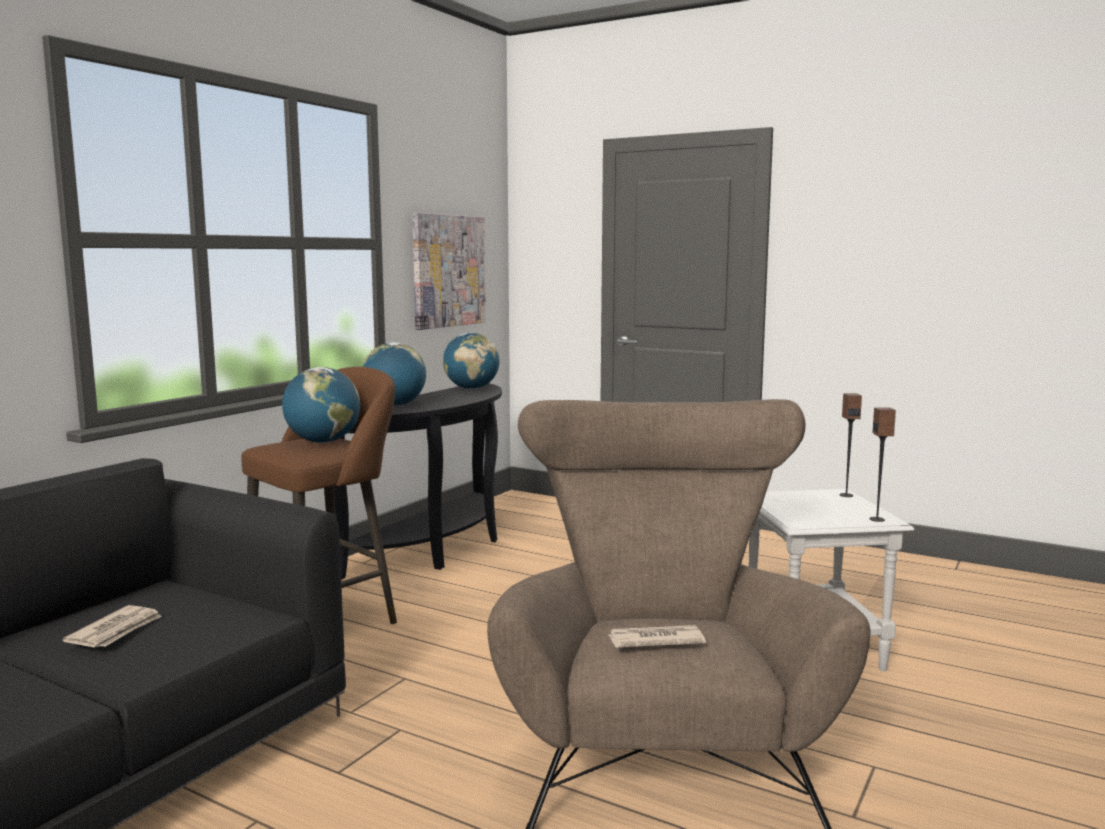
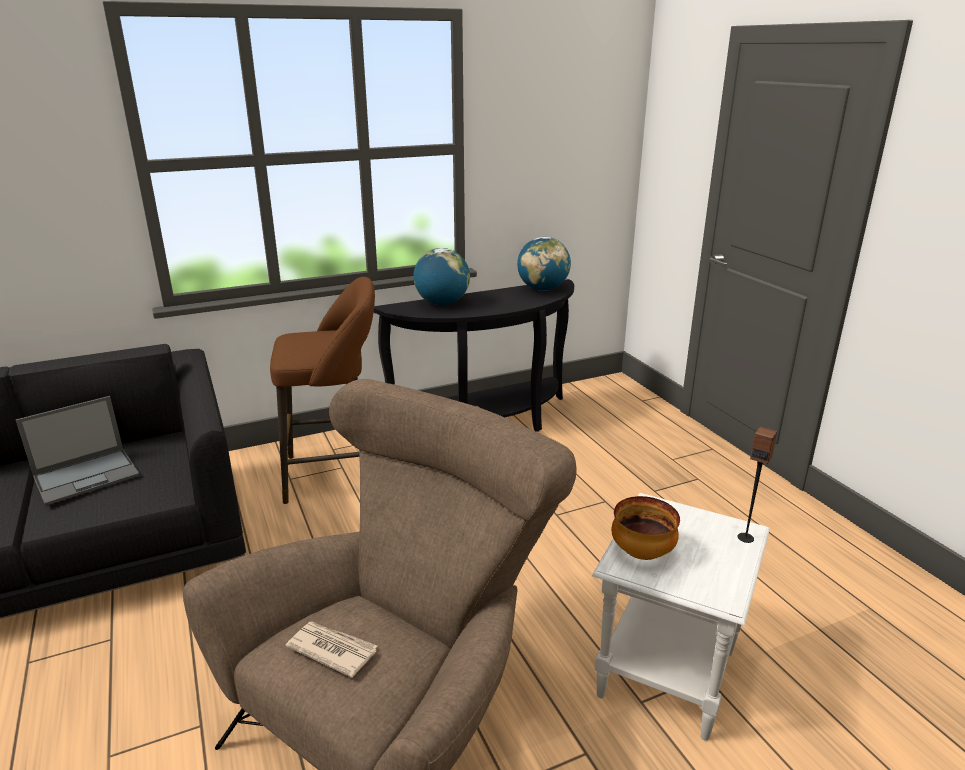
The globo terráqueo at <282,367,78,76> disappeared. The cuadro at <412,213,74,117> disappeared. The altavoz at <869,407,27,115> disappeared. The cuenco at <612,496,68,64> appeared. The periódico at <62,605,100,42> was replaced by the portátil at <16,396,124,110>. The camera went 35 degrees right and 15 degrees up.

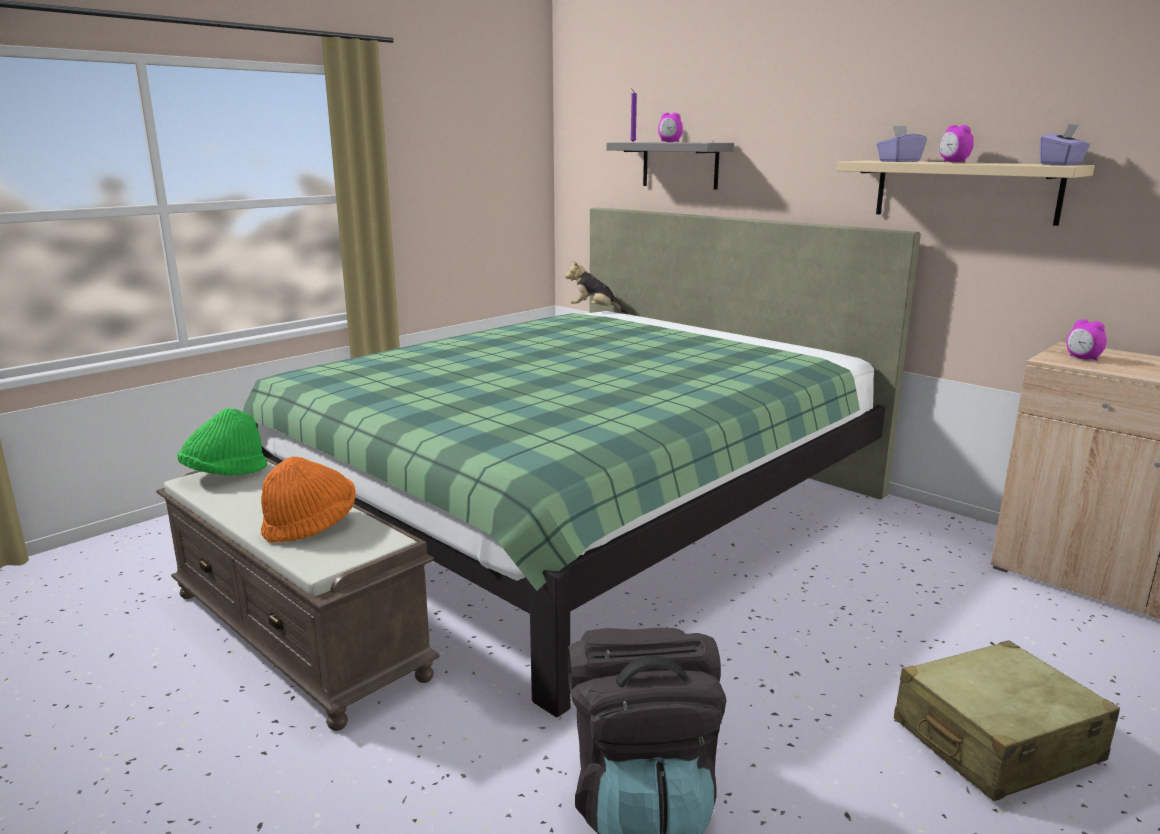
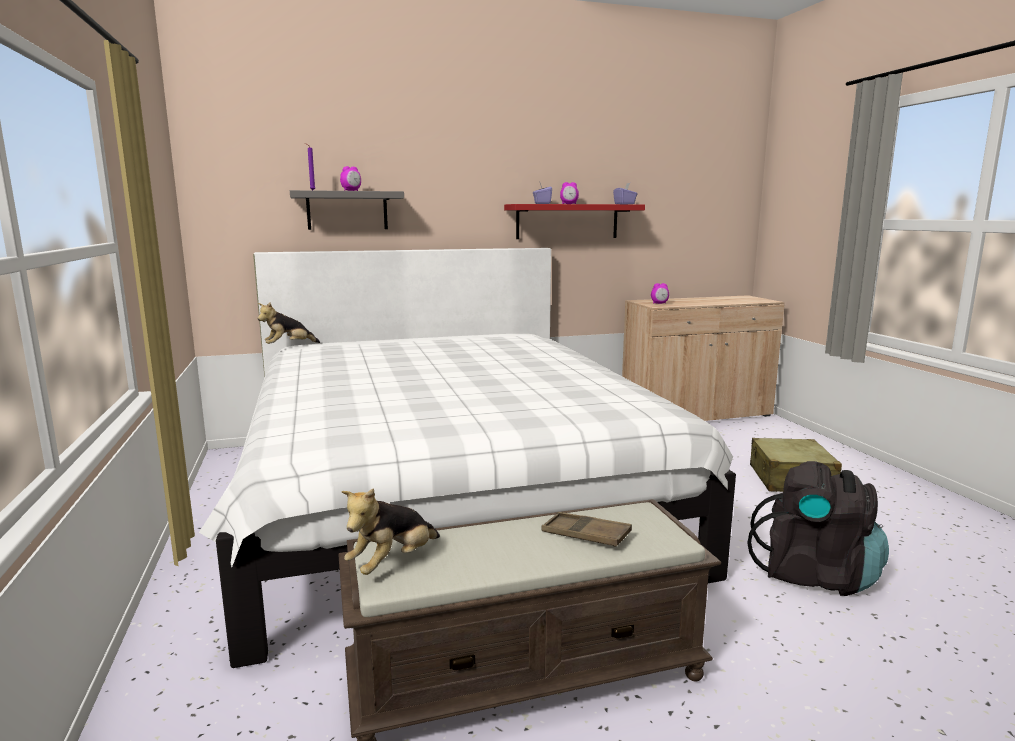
The sombrero (verde) at <177,408,91,67> was replaced by the peluche at <341,488,99,87>. The sombrero (naranja) at <261,456,95,87> was replaced by the bandeja (marrón) at <541,512,91,35>. The cama (verde) at <243,207,678,511> became the cama (blanco) at <199,248,537,420>. The estante (beis) at <837,160,258,66> became the estante (rojo) at <504,204,141,35>. The camera went 60 degrees left and 5 degrees down.

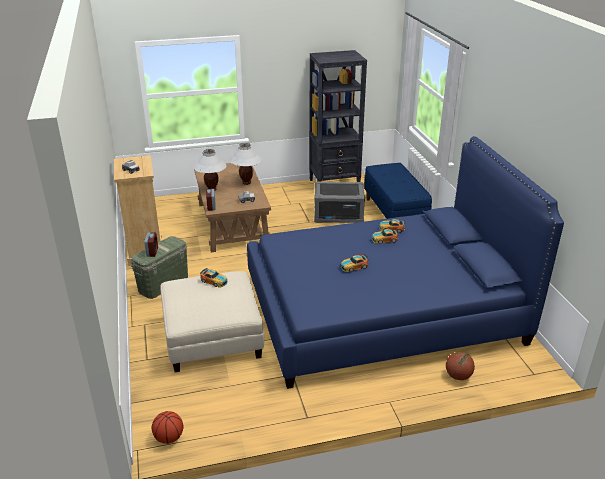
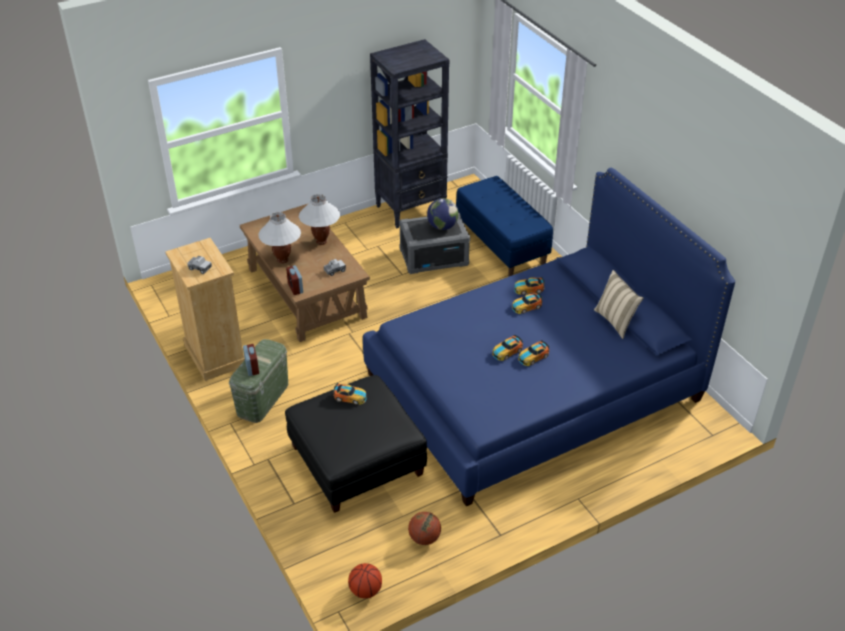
The globo terráqueo at <427,198,32,32> appeared. The coche de juguete at <518,340,31,26> appeared. The cojín (beis) at <594,270,49,69> appeared. The balón de baloncesto moved from <446,352,29,28> to <408,512,33,33>. The puf (beis) at <160,271,104,101> became the puf (negro) at <285,375,142,138>. The camera went 15 degrees left and 10 degrees up.

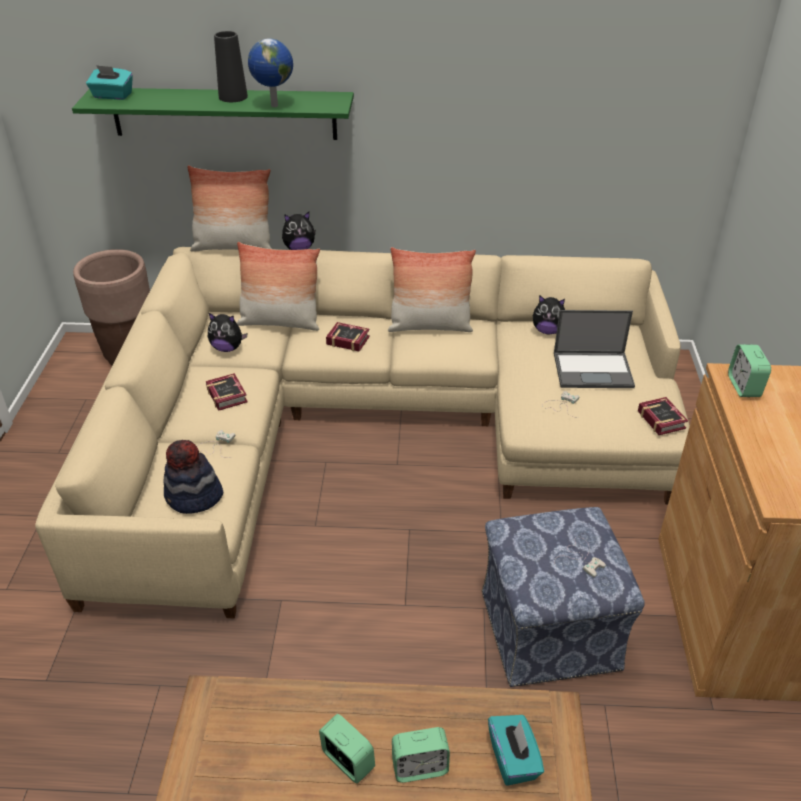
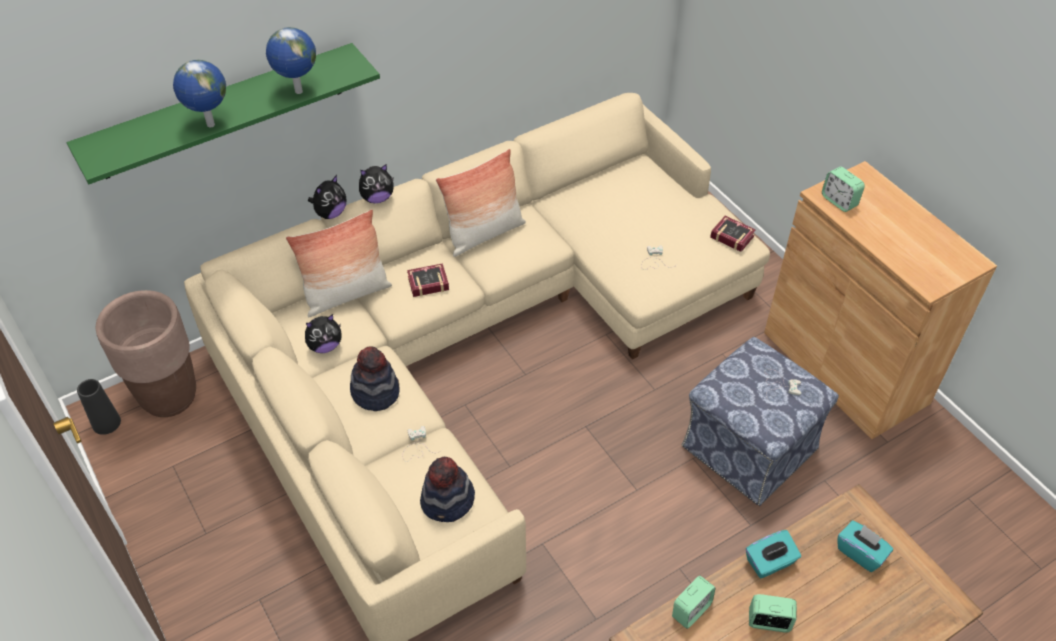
The cojín at <187,165,85,87> disappeared. The portátil at <554,310,81,78> disappeared. The globo terráqueo at <173,60,53,67> appeared. The caja de pañuelos (turquesa) moved from <86,65,47,35> to <746,530,55,48>. The florero (negro) moved from <214,31,34,71> to <77,379,44,56>. The despertador moved from <392,727,58,56> to <672,576,44,53>. The peluche moved from <533,295,32,39> to <359,164,35,39>. The libro at <206,373,42,38> was replaced by the sombrero at <350,346,50,65>. The camera went 35 degrees left and 10 degrees up.

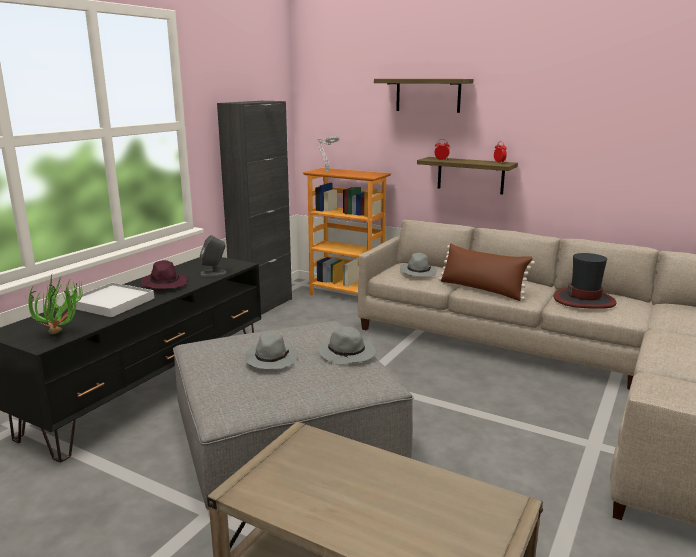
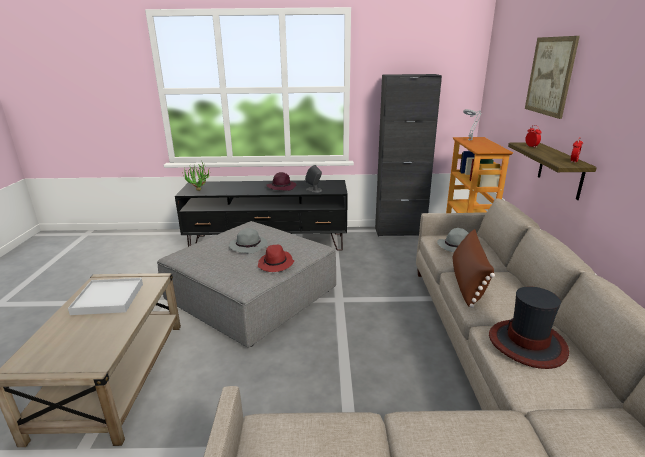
The bandeja (blanco) moved from <76,282,78,35> to <68,278,75,37>. The estante at <374,79,99,34> was replaced by the cuadro at <525,36,55,83>. The sombrero (gris) at <318,327,58,38> became the sombrero (rojo) at <258,245,36,27>. The camera went 60 degrees right and 5 degrees up.

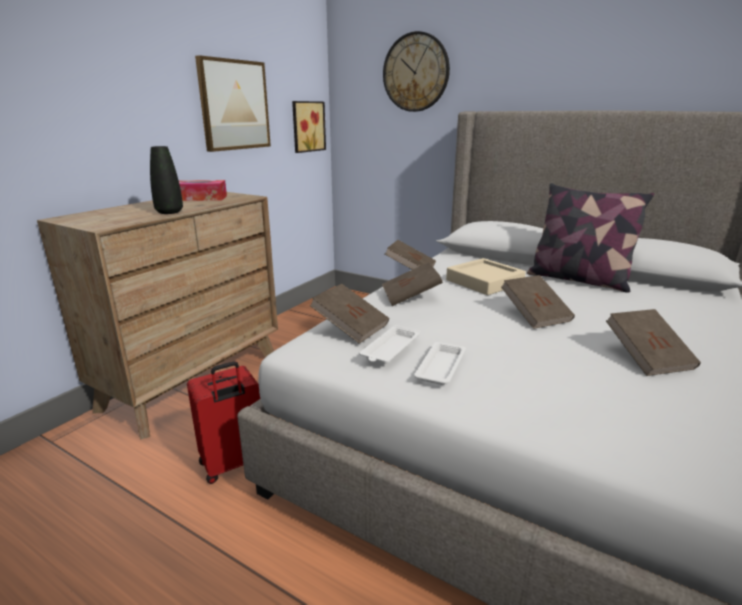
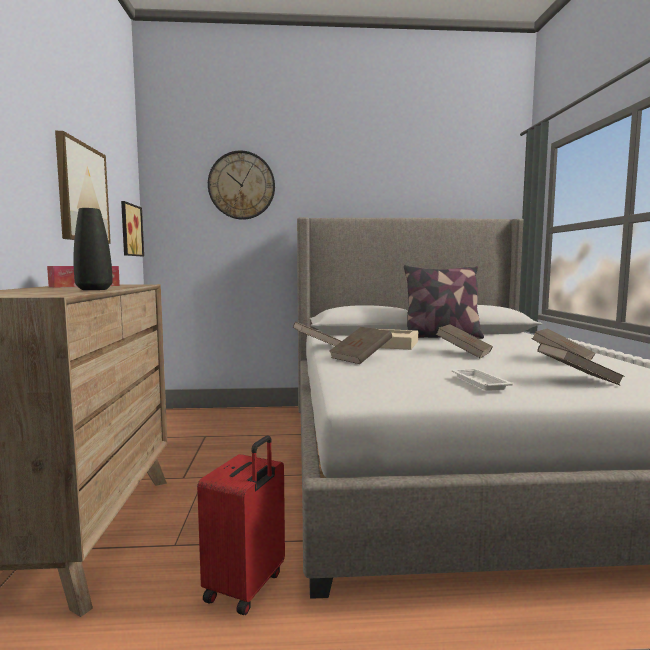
The bandeja (blanco) at <359,325,62,39> disappeared. The libro (marrón) moved from <310,284,79,60> to <537,343,88,42>. The camera went 35 degrees left and 15 degrees down.

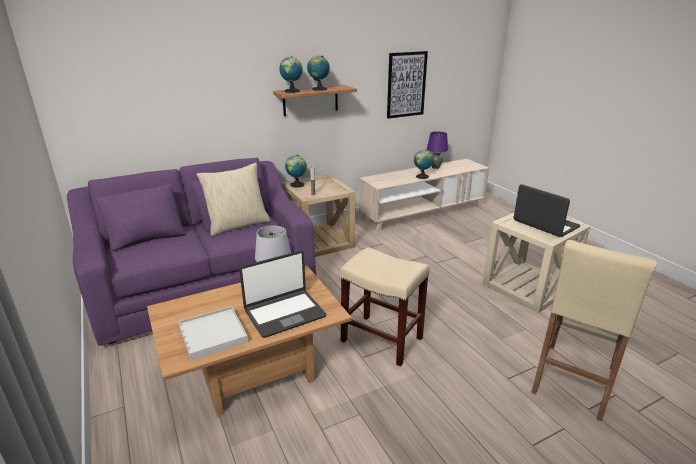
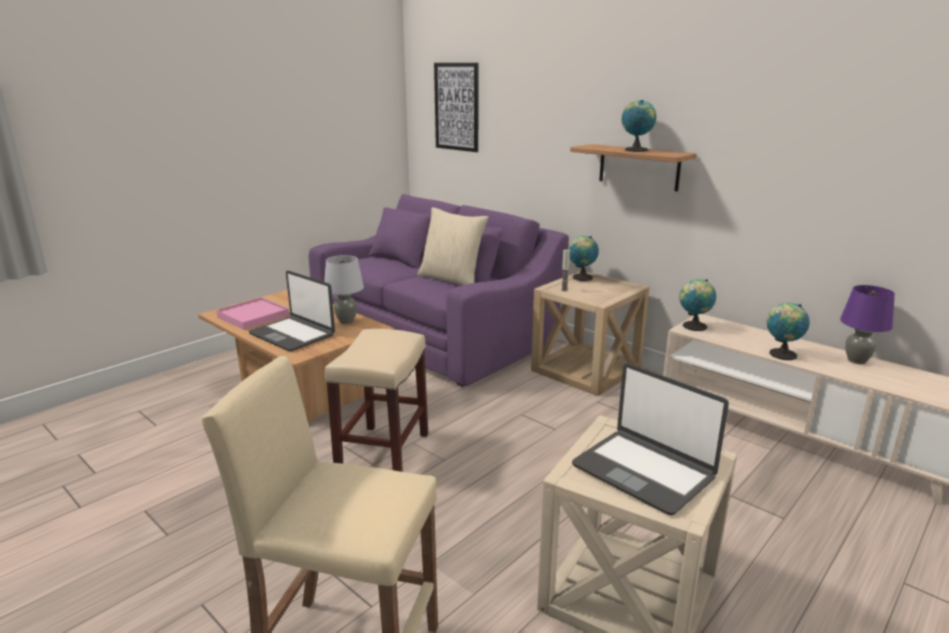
The globo terráqueo moved from <279,56,24,37> to <679,279,37,52>. The cuadro moved from <387,51,41,68> to <434,63,45,89>. The bandeja (blanco) at <178,306,70,55> became the bandeja (rosa) at <216,297,74,33>. The portátil at <514,184,66,53> turned 105 degrees clockwise. The camera went 70 degrees right and 5 degrees down.

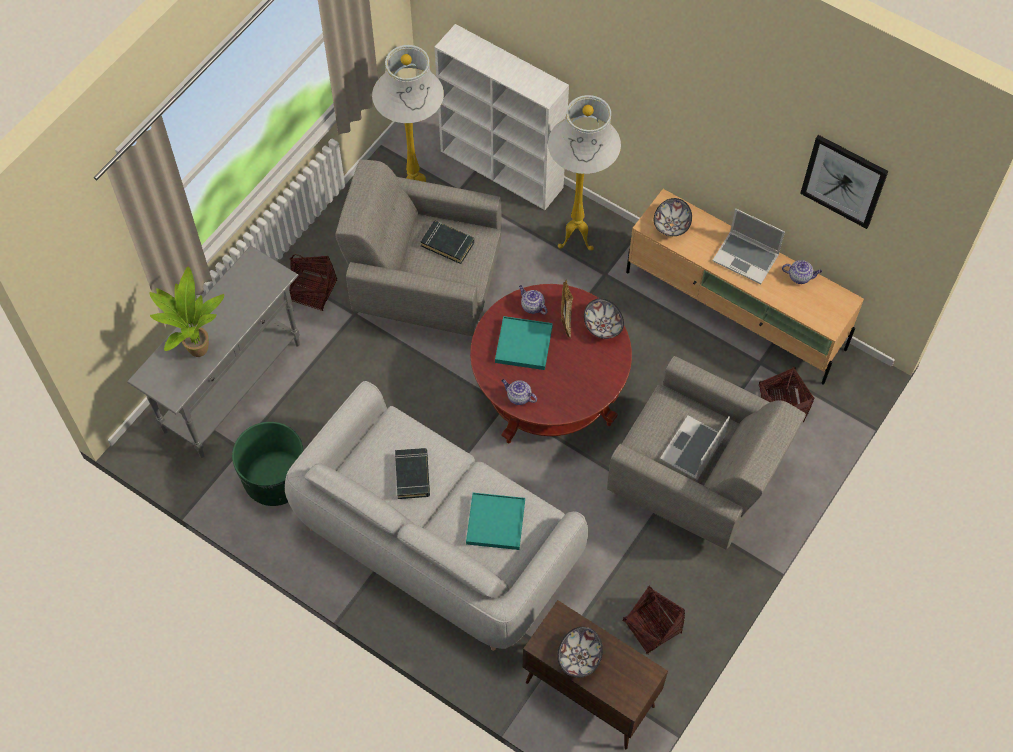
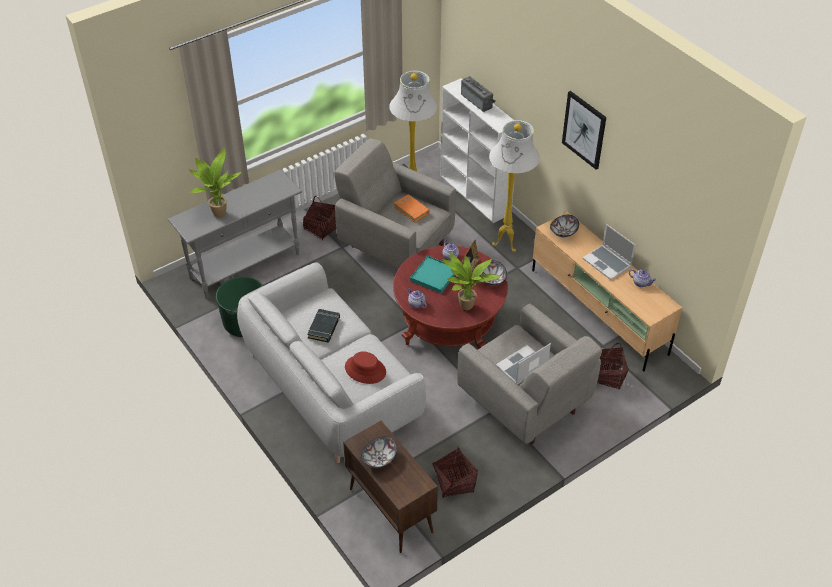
The planta en maceta at <442,253,58,57> appeared. The radio at <461,76,34,36> appeared. The cuadro moved from <800,135,88,94> to <562,91,44,78>. The bandeja (turquesa) at <466,493,59,57> was replaced by the sombrero (rojo) at <345,351,41,33>. The libro (negro) at <421,221,53,43> became the libro (naranja) at <394,194,36,29>. The camera went 20 degrees right and 15 degrees down.

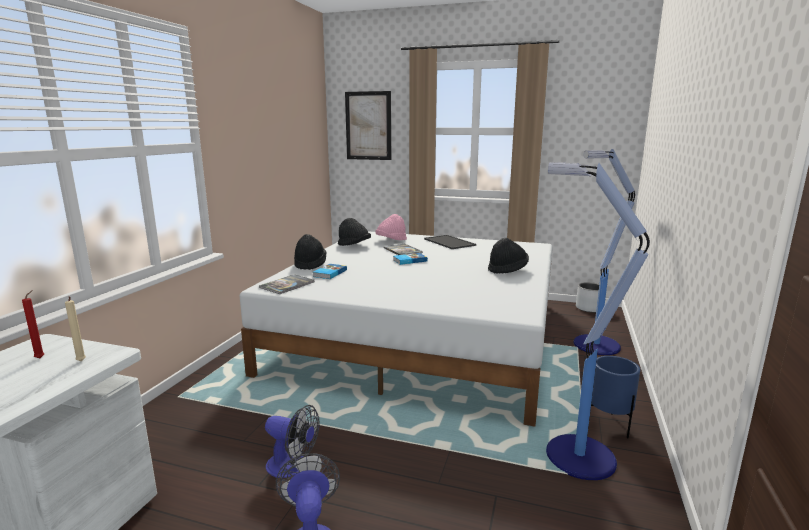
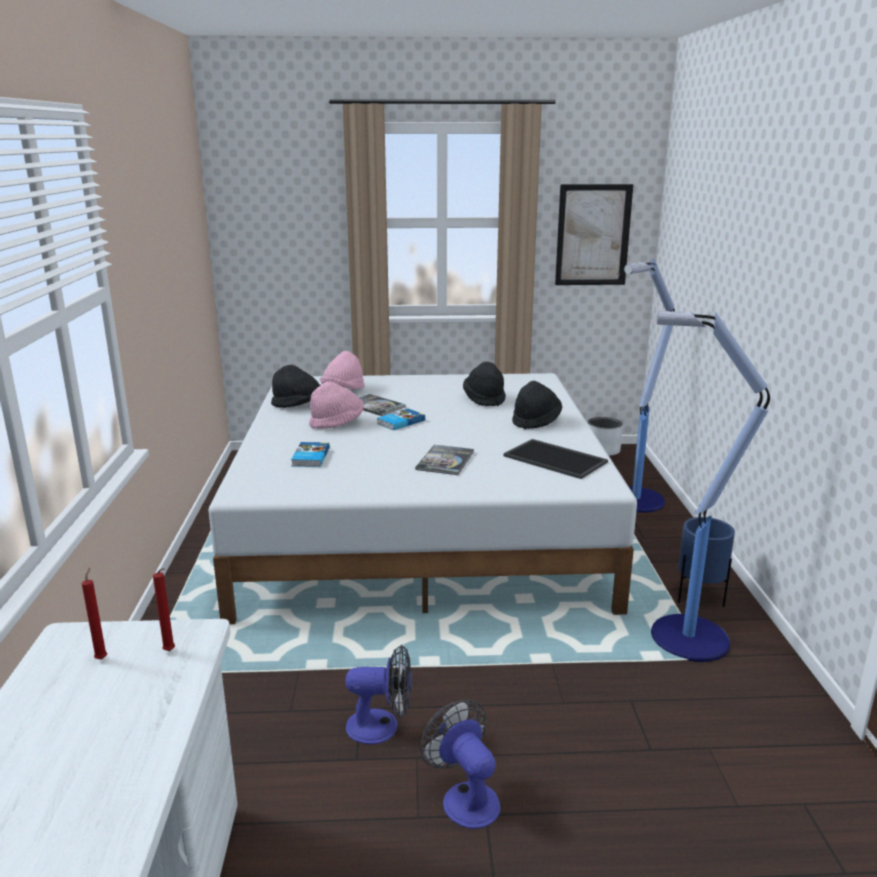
The sombrero (rosa) at <309,381,55,48> appeared. The libro moved from <259,274,56,20> to <415,445,59,30>. The sombrero (negro) moved from <294,234,32,36> to <463,362,43,44>. The cuadro moved from <345,91,46,69> to <555,184,78,101>. The bandeja moved from <424,235,52,14> to <504,439,104,40>. The vela (beis) at <65,296,21,65> became the vela (rojo) at <153,568,22,83>. The camera went 20 degrees left and 5 degrees up.

